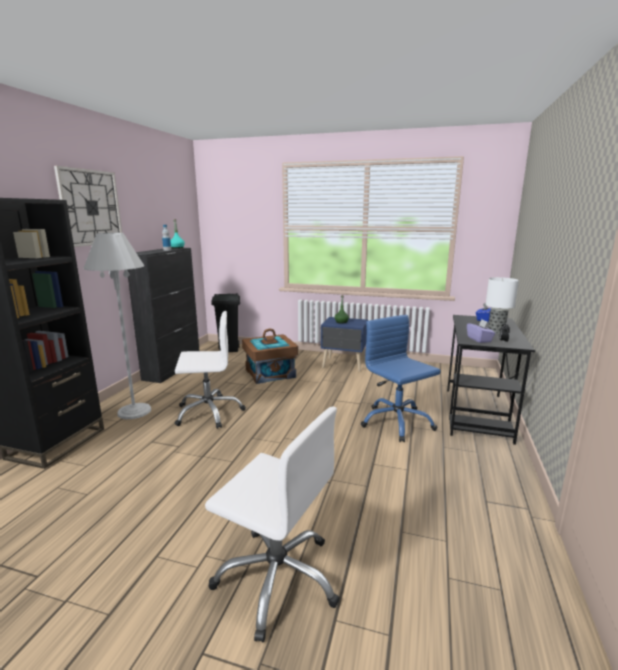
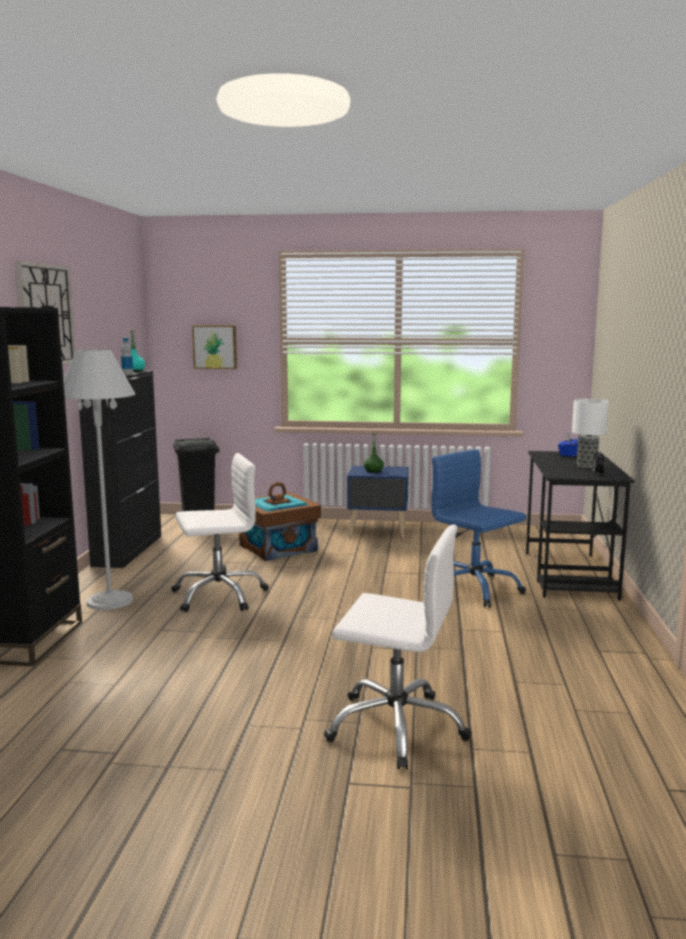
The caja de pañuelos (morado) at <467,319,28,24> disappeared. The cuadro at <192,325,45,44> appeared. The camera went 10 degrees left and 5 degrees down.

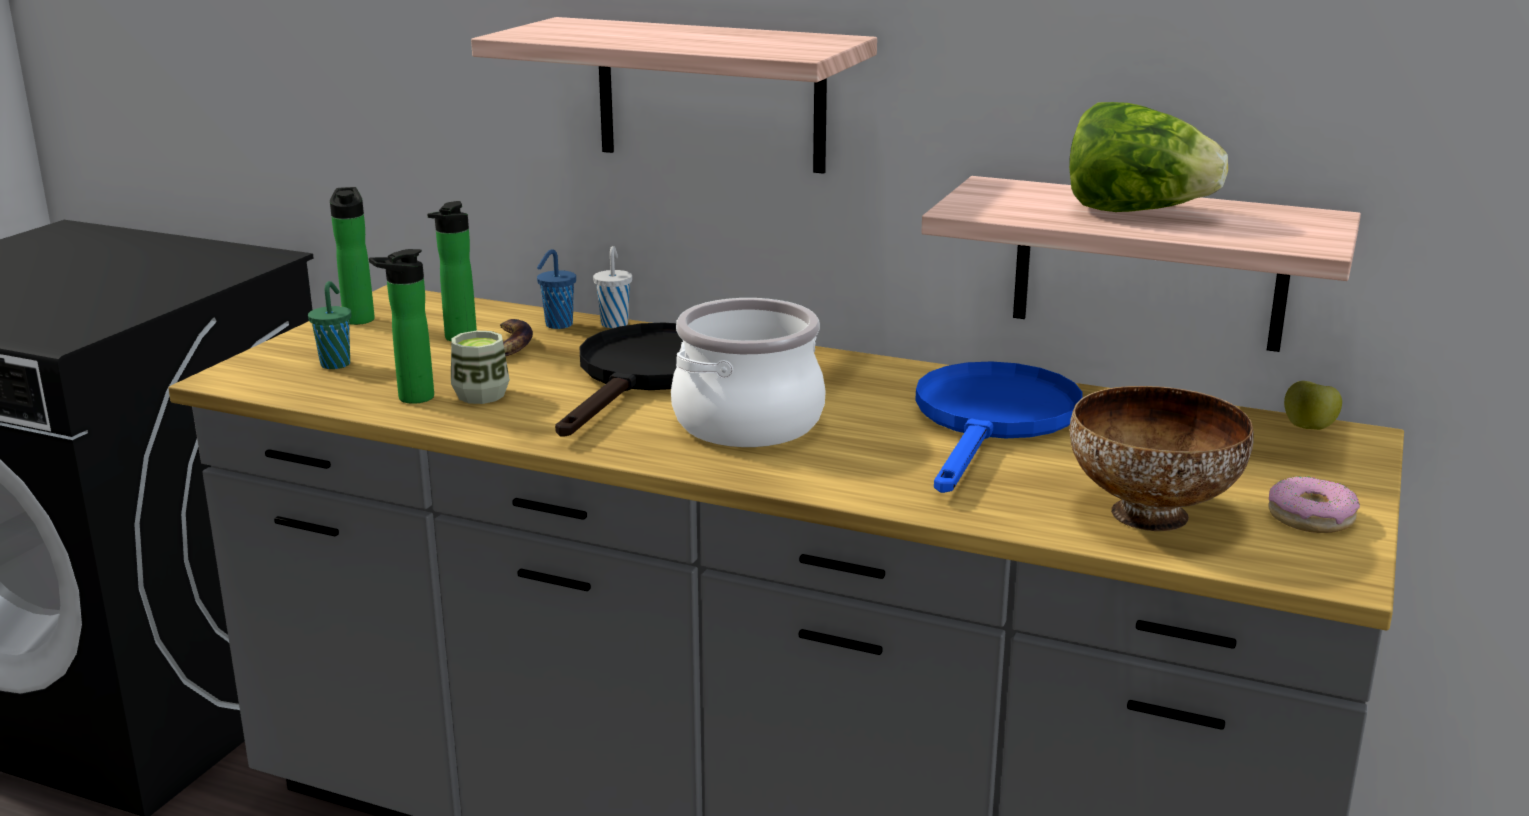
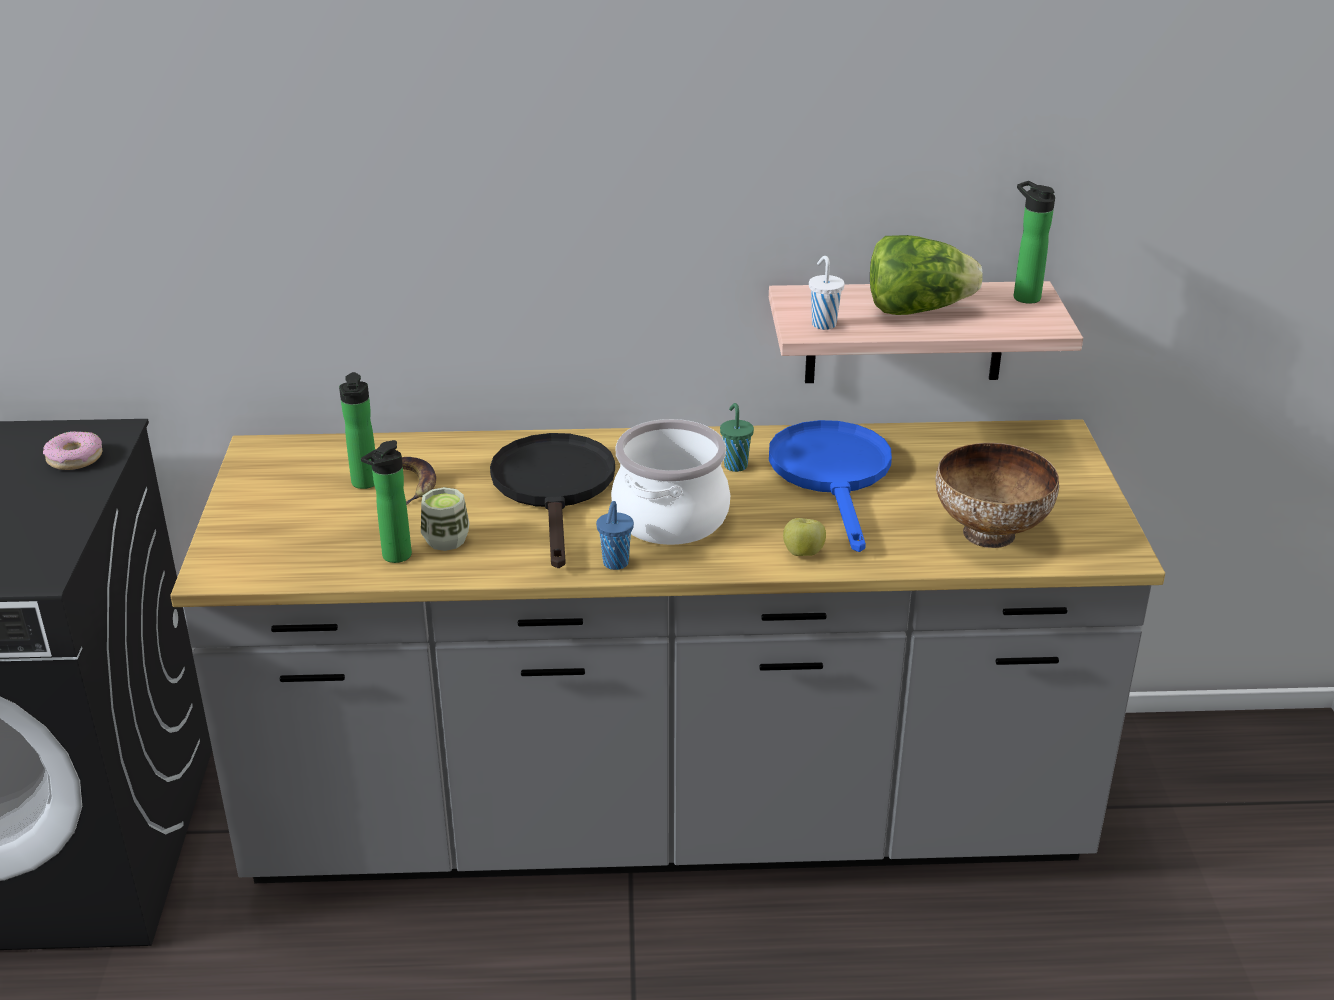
The estante at <471,17,406,157> disappeared. The taza (verde) moved from <308,281,43,88> to <720,403,34,69>. The botella moved from <330,187,45,138> to <1014,181,41,123>. The taza (azul) moved from <537,249,39,80> to <596,501,38,69>. The taza (blanco) moved from <593,246,39,82> to <809,256,36,74>. The rosquilla moved from <1268,476,92,57> to <43,431,59,39>. The manzana moved from <1284,381,58,49> to <783,518,43,38>. The camera went 25 degrees left and 10 degrees up.

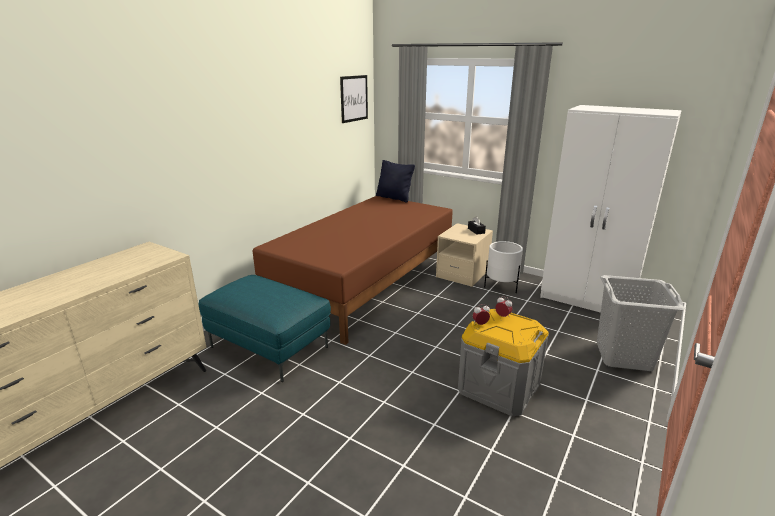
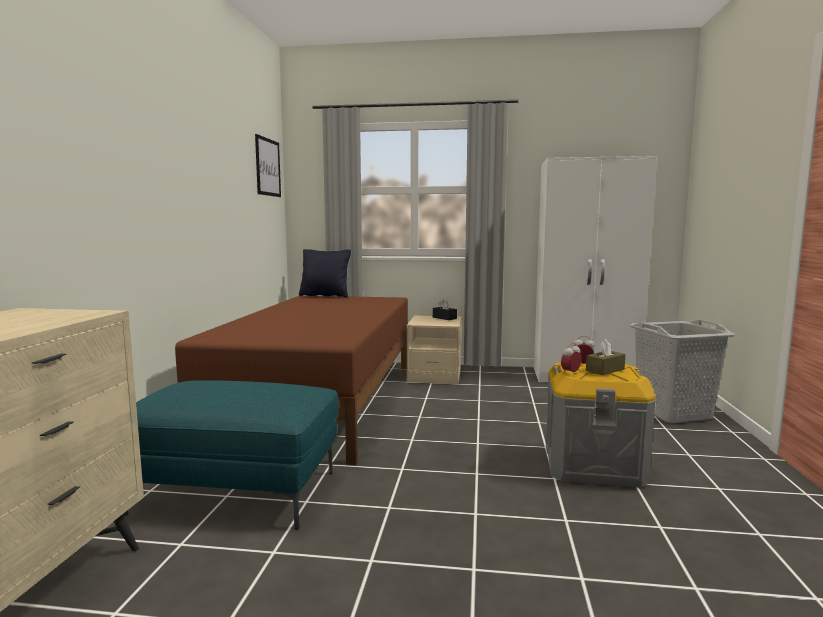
The maceta (blanco) at <484,241,39,52> disappeared. The caja de pañuelos (marrón) at <586,339,39,36> appeared. The camera went 25 degrees left and 15 degrees down.

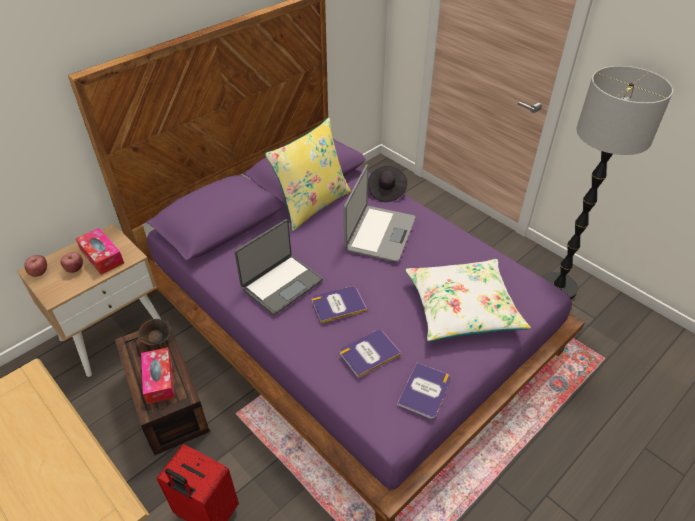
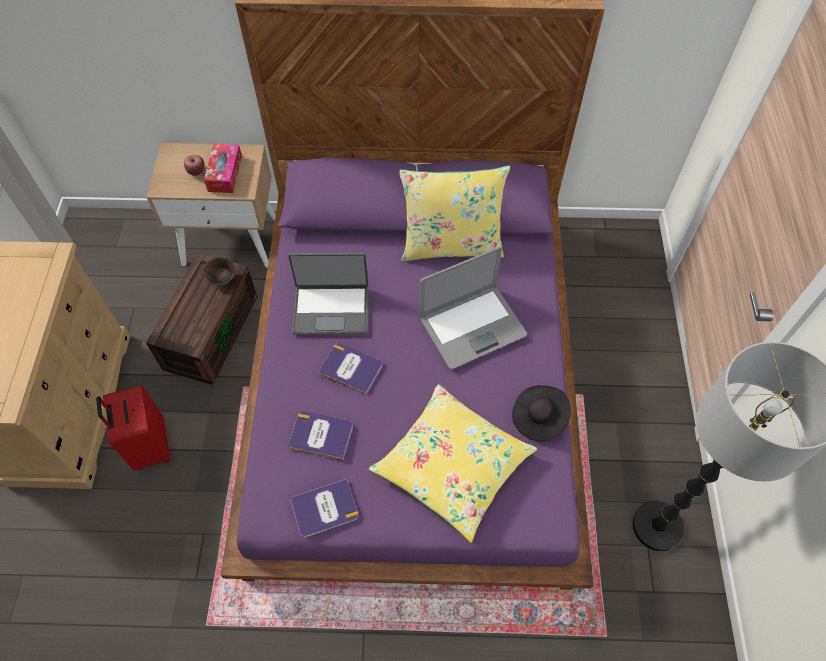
The manzana at <24,255,23,22> disappeared. The caja de pañuelos at <141,347,34,57> disappeared. The sombrero (negro) moved from <368,166,39,36> to <512,385,59,57>. The cojín (blanco) at <405,259,126,82> became the cojín (amarillo) at <369,384,168,159>. The camera went 45 degrees right and 15 degrees up.

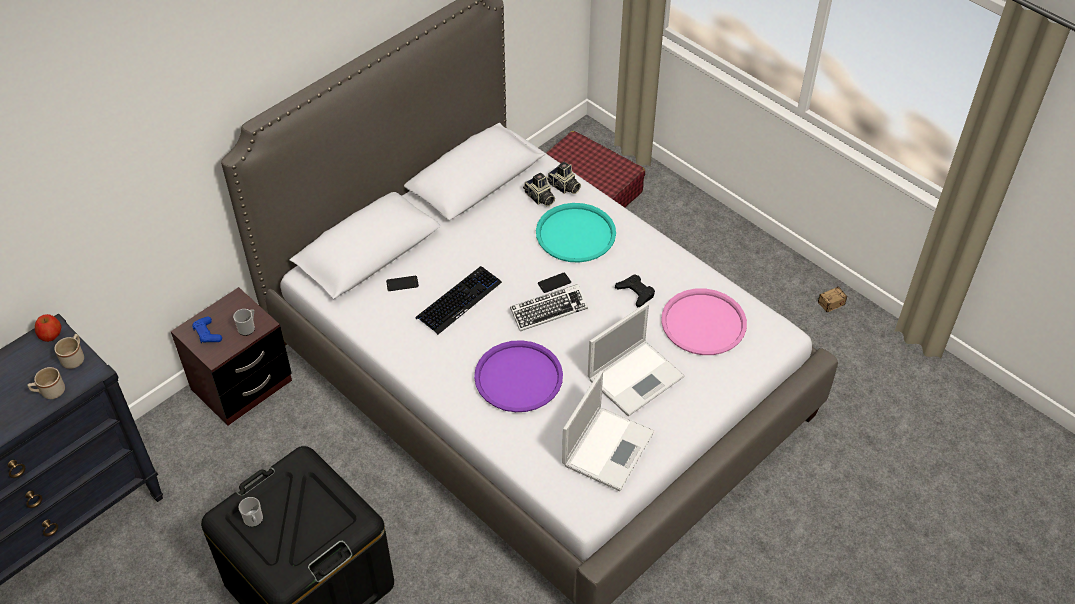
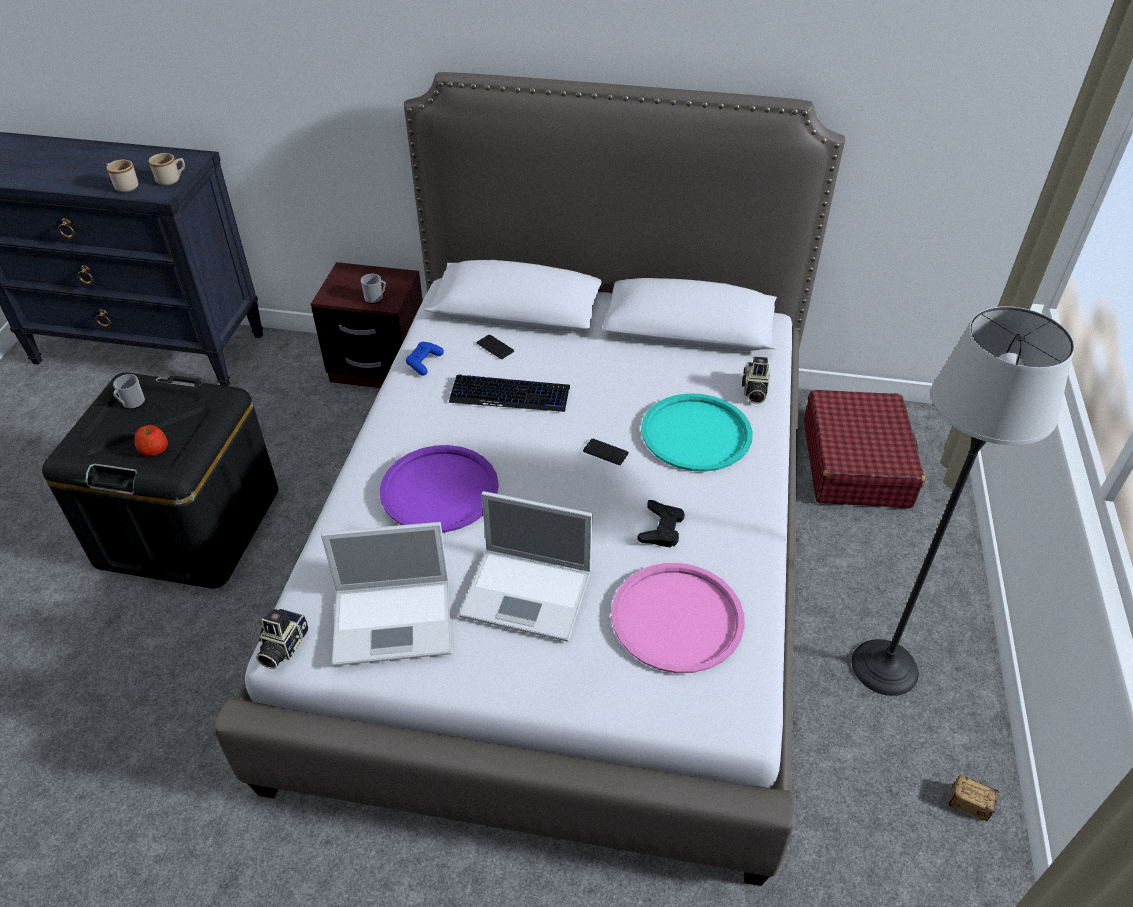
The teclado at <510,284,78,47> disappeared. The lámpara de pie at <852,306,223,390> appeared. The manzana moved from <35,314,26,28> to <134,425,34,32>. The mando de consola (azul) moved from <192,317,30,26> to <406,342,38,34>. The cámara moved from <523,172,32,34> to <256,608,53,61>. The camera went 55 degrees right and 5 degrees down.

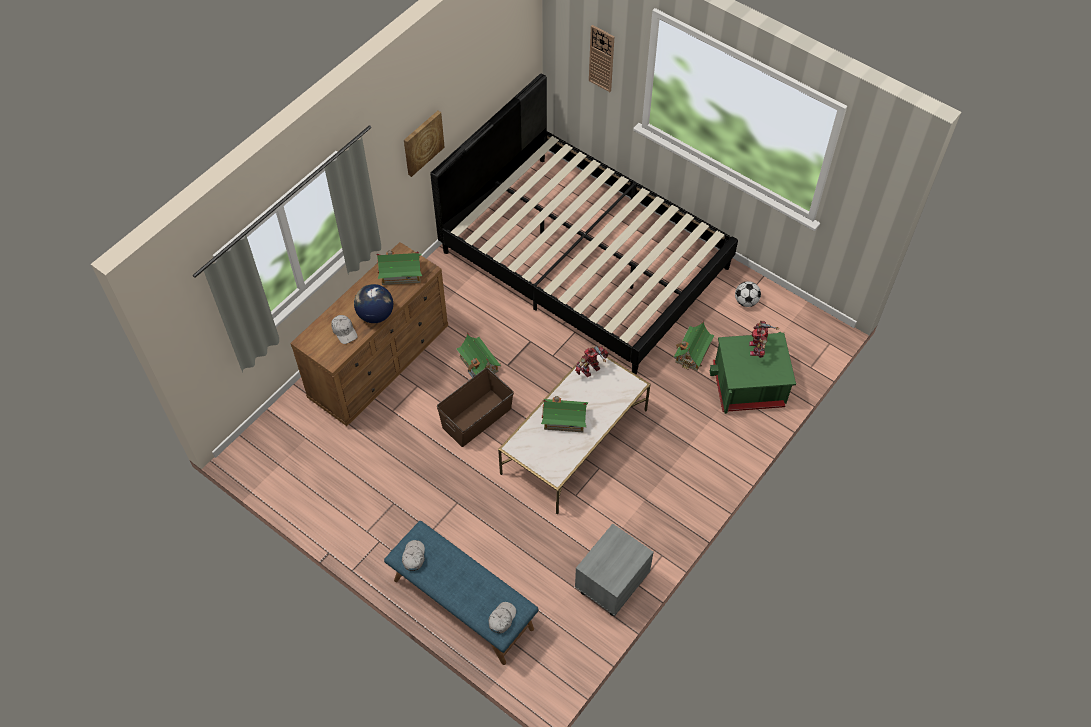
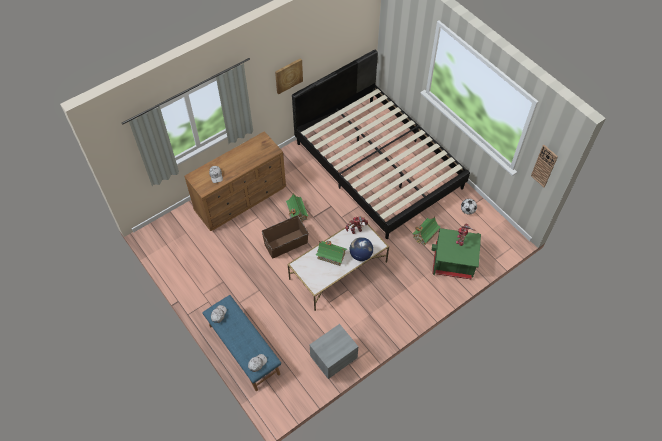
The casita at <376,250,46,35> disappeared. The globo terráqueo moved from <354,284,39,39> to <349,237,24,24>. The reloj de pared moved from <589,25,25,67> to <531,145,27,42>. The camera went 15 degrees right and 0 degrees up.

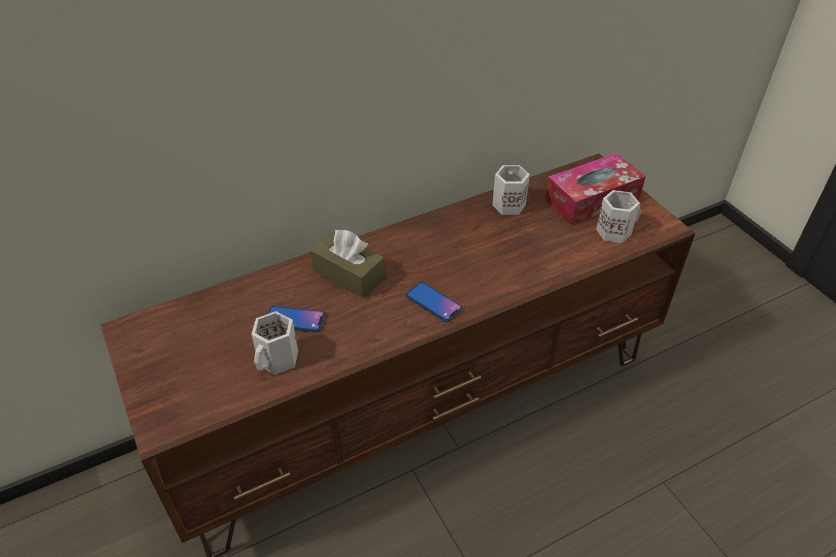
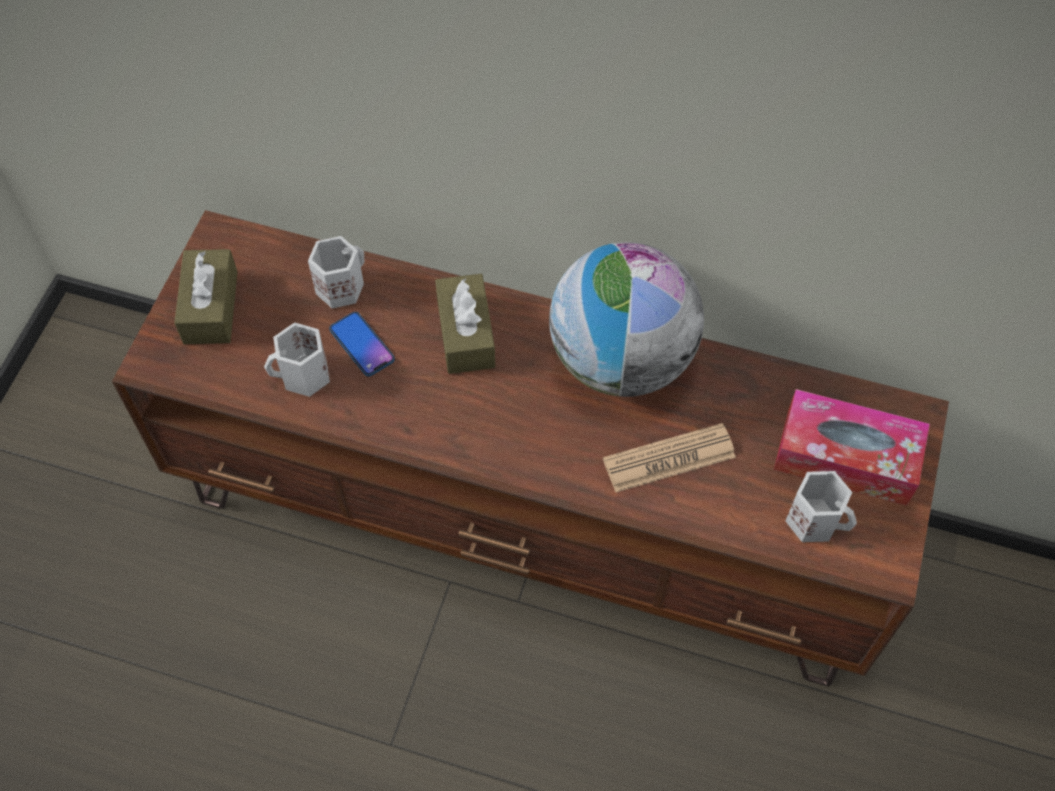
The móvil at <406,282,56,40> disappeared. The caja de pañuelos (marrón) at <174,249,64,95> appeared. The globo terráqueo at <549,242,155,155> appeared. The periódico at <603,423,133,69> appeared. The taza grande (blanco) moved from <492,165,38,50> to <308,236,57,72>. The camera went 45 degrees right and 15 degrees up.

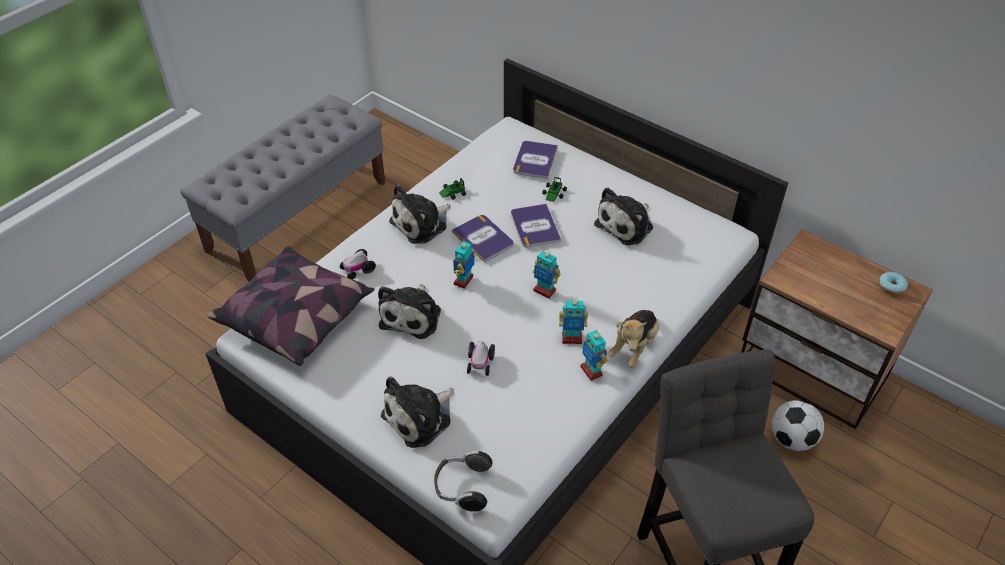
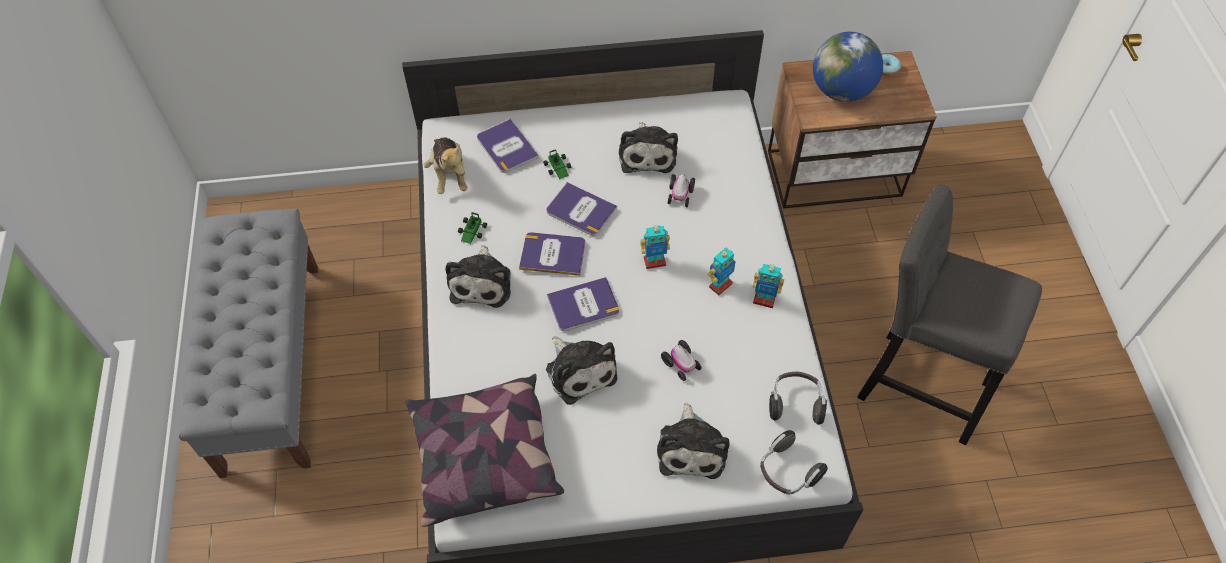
The balón de fútbol at <772,400,52,51> disappeared. The auriculares at <769,372,58,53> appeared. The globo terráqueo at <813,32,70,70> appeared. The coche de juguete moved from <340,249,36,30> to <668,174,27,33>. The peluche moved from <608,310,51,58> to <424,138,44,56>. The robot de juguete at <453,240,22,49> was replaced by the libro at <547,277,72,54>. The camera went 45 degrees left and 10 degrees up.

